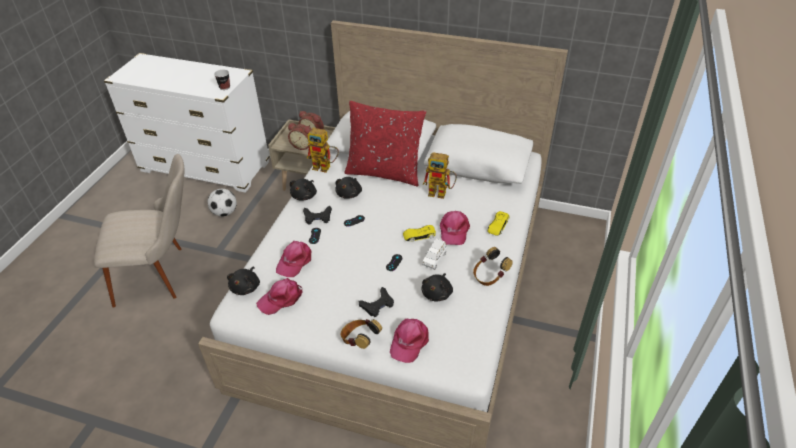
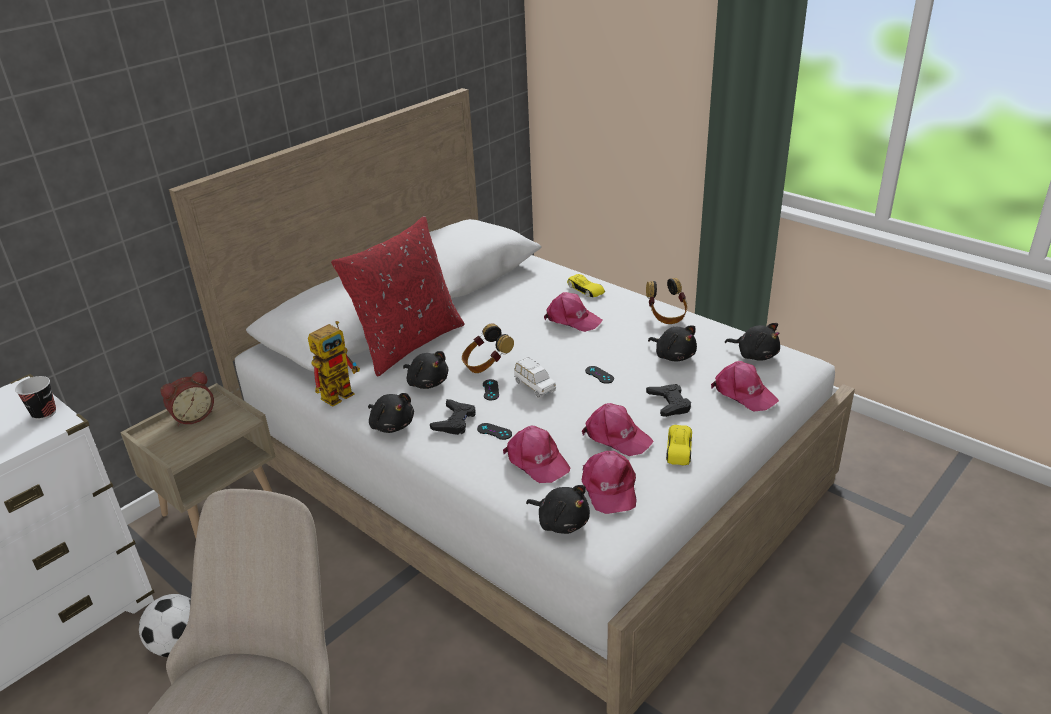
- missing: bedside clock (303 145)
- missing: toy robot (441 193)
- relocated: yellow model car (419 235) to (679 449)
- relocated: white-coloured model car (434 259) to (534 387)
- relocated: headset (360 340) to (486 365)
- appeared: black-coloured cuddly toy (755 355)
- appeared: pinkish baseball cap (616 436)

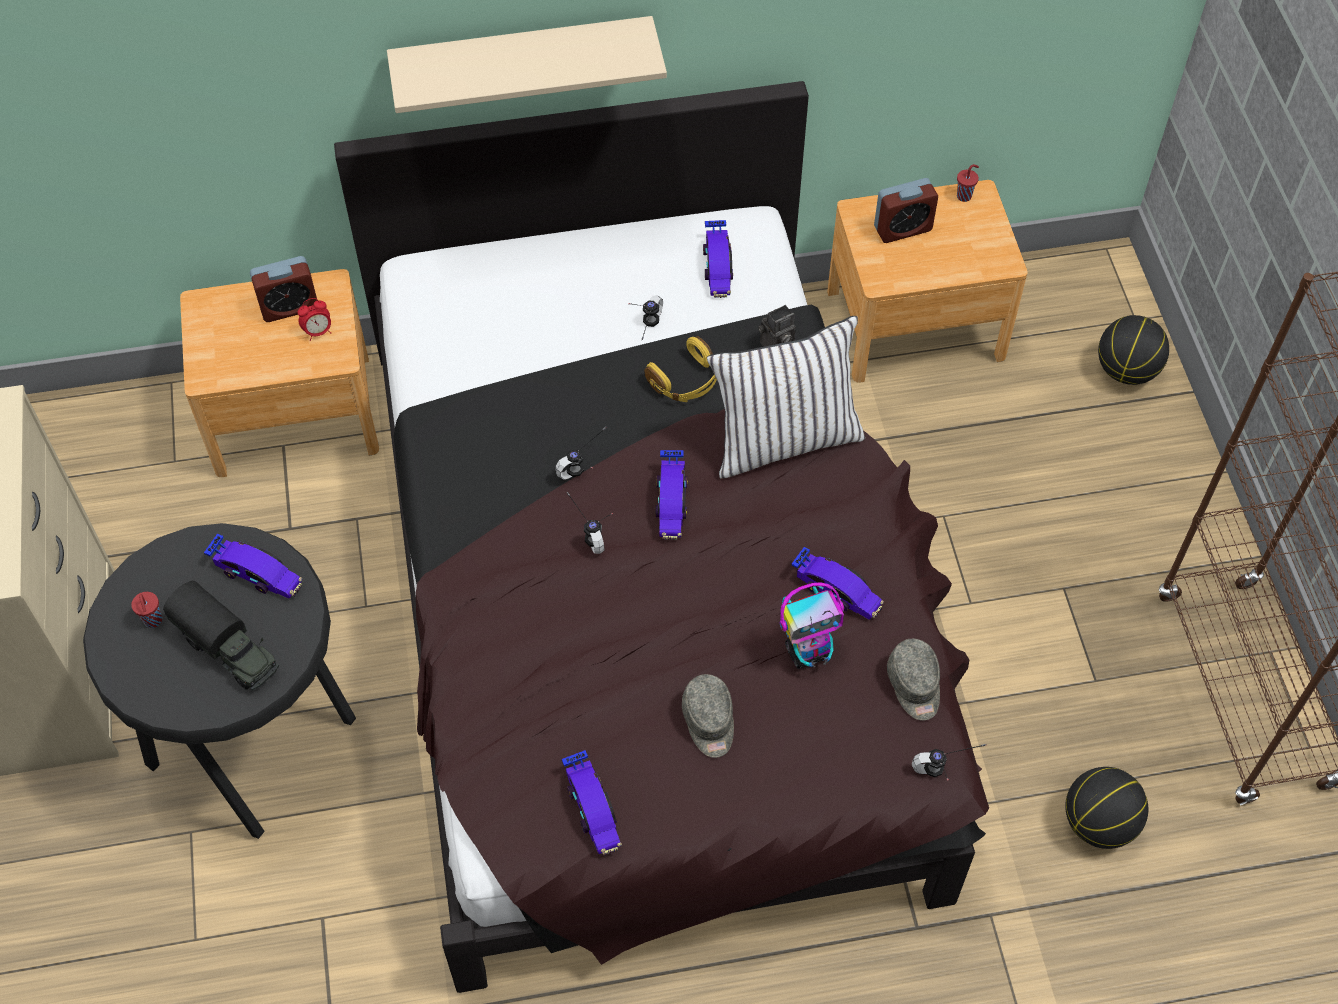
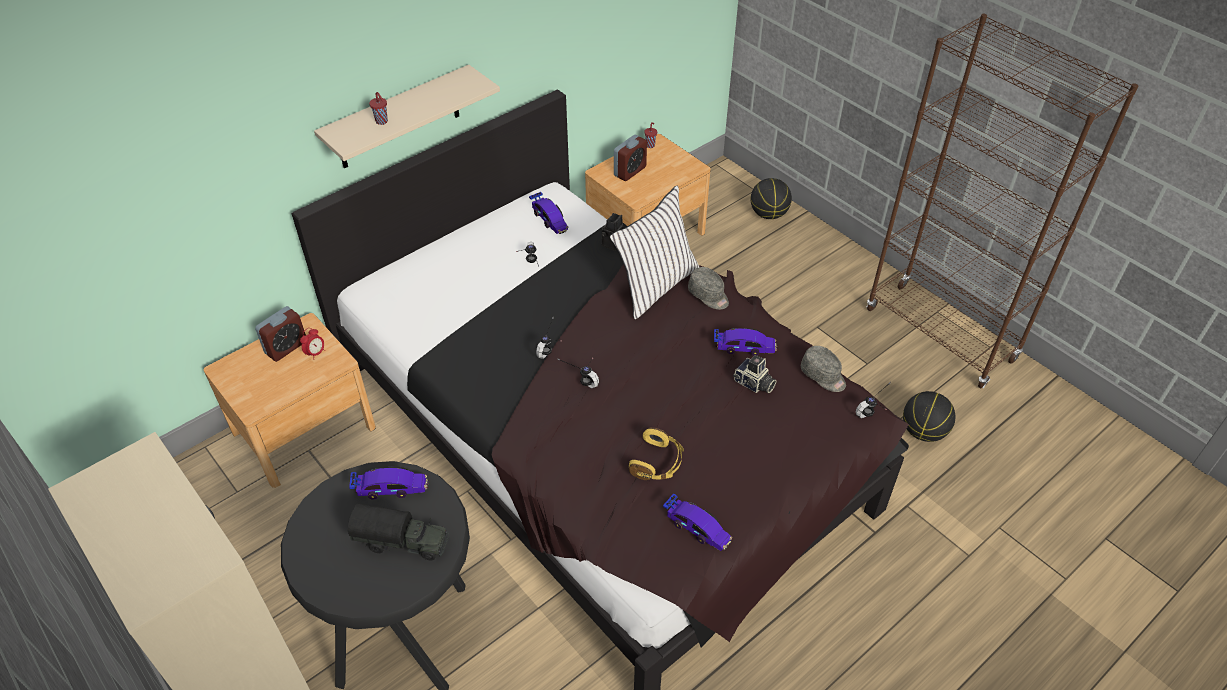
- relocated: yellow headset (686 381) to (657 463)
- missing: model car (671 502)
- exchanged: toy robot (809 651) to photo camera (754 384)
- relocated: red-coloured small cup (153 621) to (382 122)
- relocated: grey baseball cap (709 722) to (708 295)

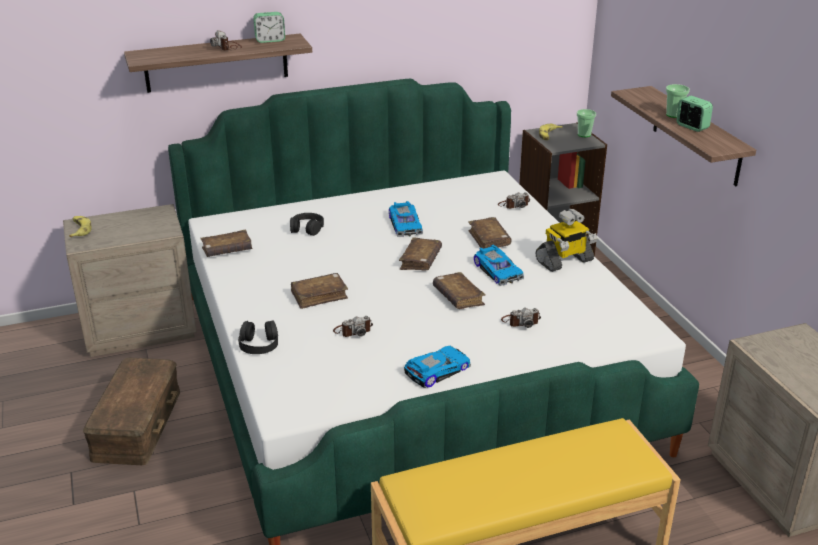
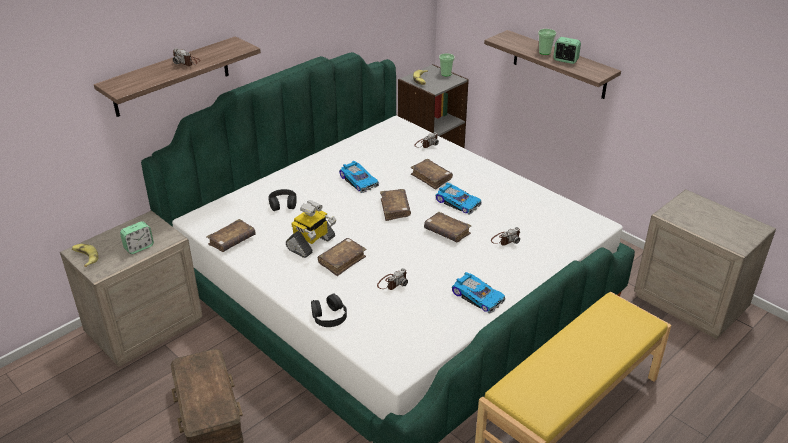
- relocated: bedside clock (270 40) to (139 247)
- relocated: toy robot (564 261) to (311 244)
- spun: model car (436 370) = (478 296) 105 degrees clockwise

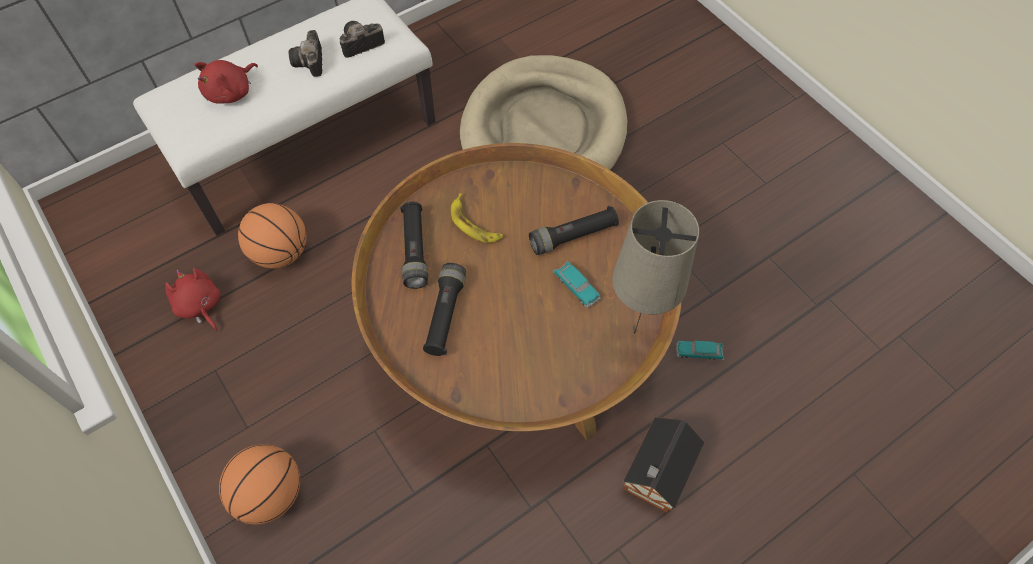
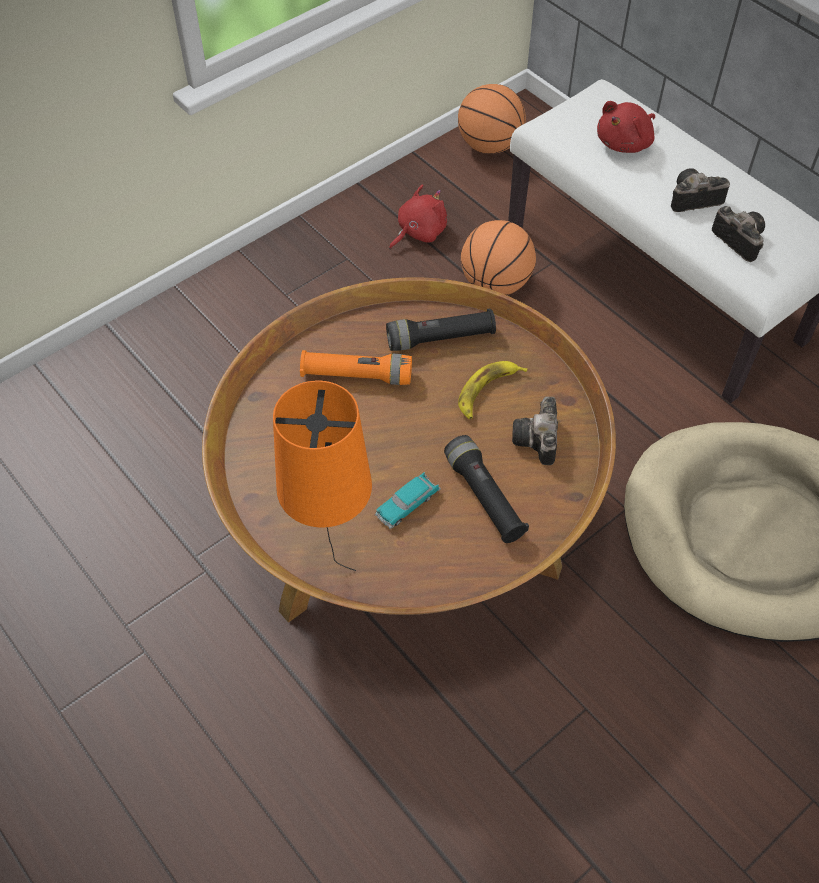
- spun: red-coloured cuddly toy (231 92) = (625 143) 75 degrees counterclockwise
- colour: beige-coloured lamp for a table (633 341) to orangey lamp for a table (333 569)
- colour: black-coloured torch (445 315) to orangey torch (356 376)
- missing: model car (699 352)
- missing: model house (657 473)
- relocated: ball for basketball (270 494) to (489 146)
- appeared: photo camera (537 441)

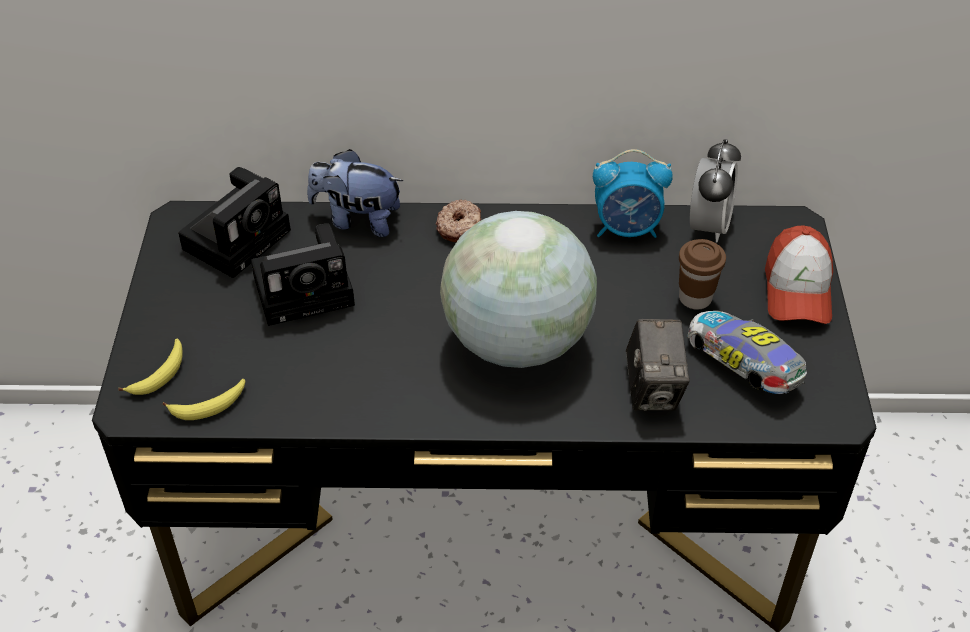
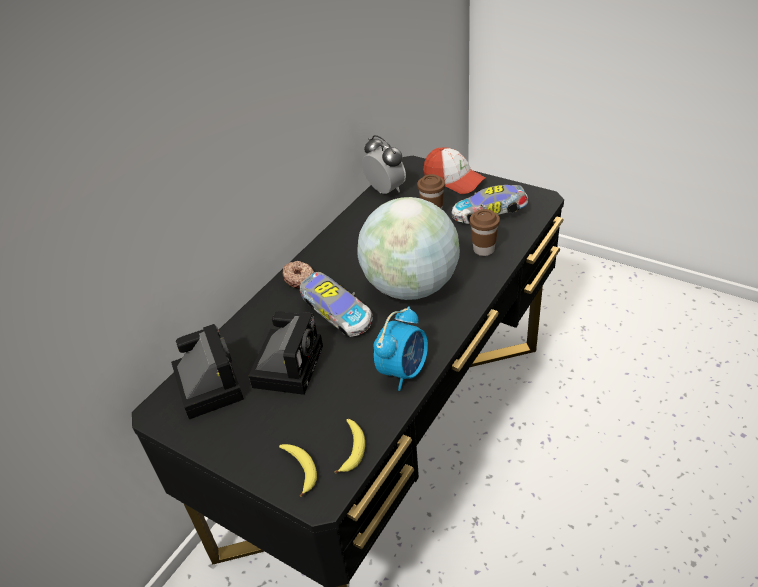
- missing: cuddly toy (357 220)
- relocated: bedside clock (627 229) to (403 371)
- exchanged: photo camera (653 389) to brownish small cup (483 250)
- appeared: model car (336 313)

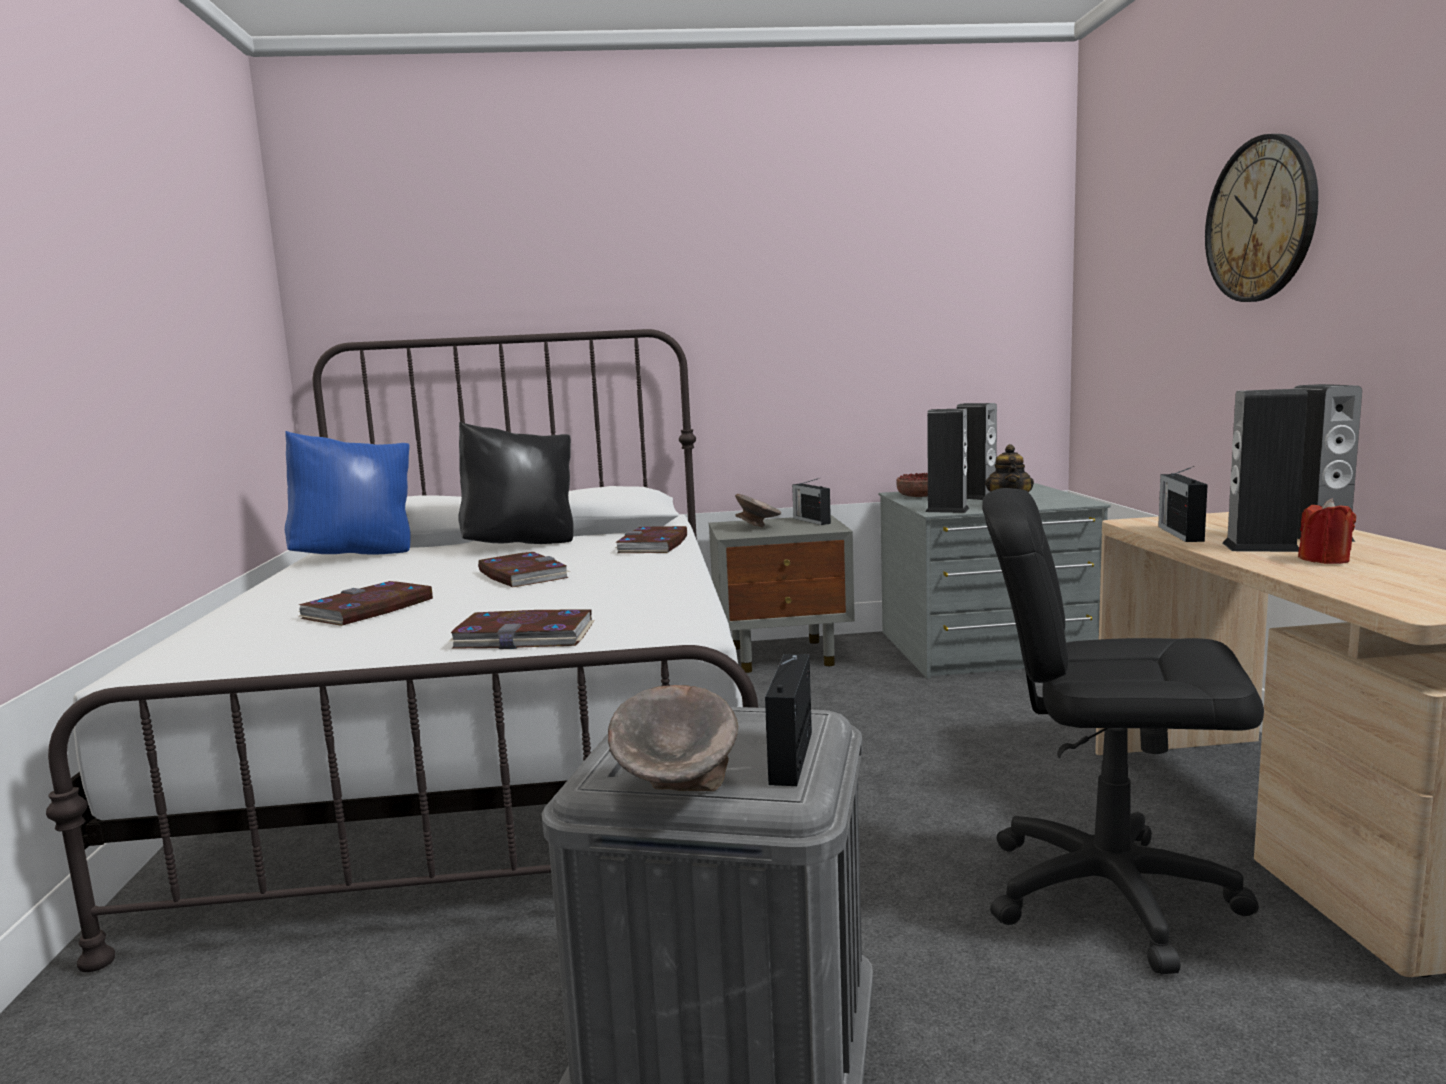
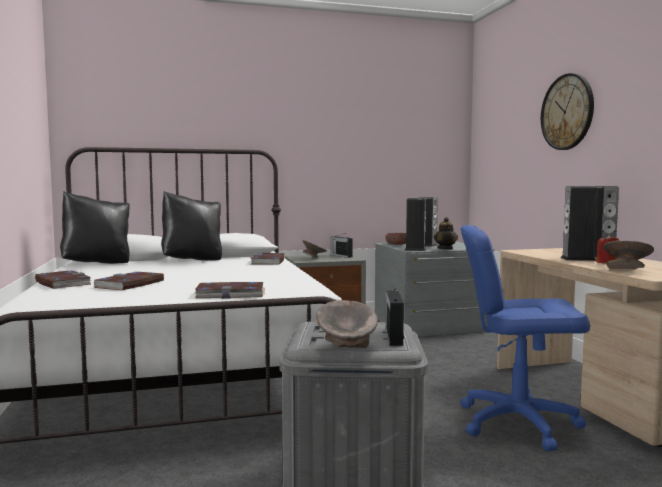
- colour: bluish throw pillow (357 556) to black-coloured throw pillow (98 264)
- missing: radio receiver (1180 533)
- colour: black-coloured desk chair (1108 893) to bluish desk chair (517 422)
- relocated: book (522 575) to (62 283)
- appeared: grey bowl (626 270)

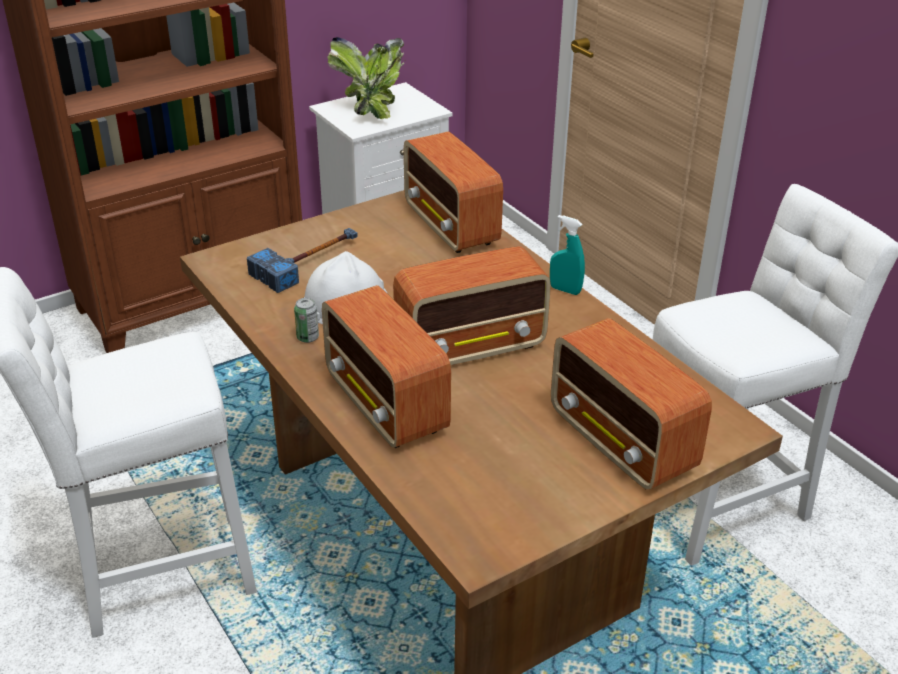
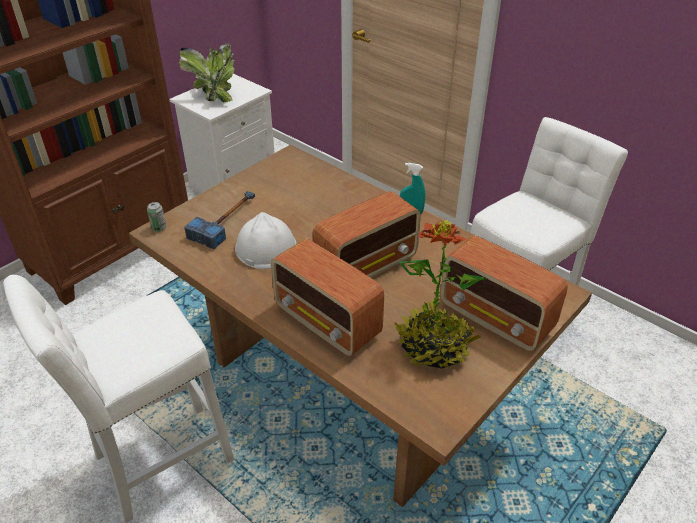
- missing: radio receiver (451 226)
- relocated: sealed can (307 337) to (159 228)
- appeared: houseplant (434 346)

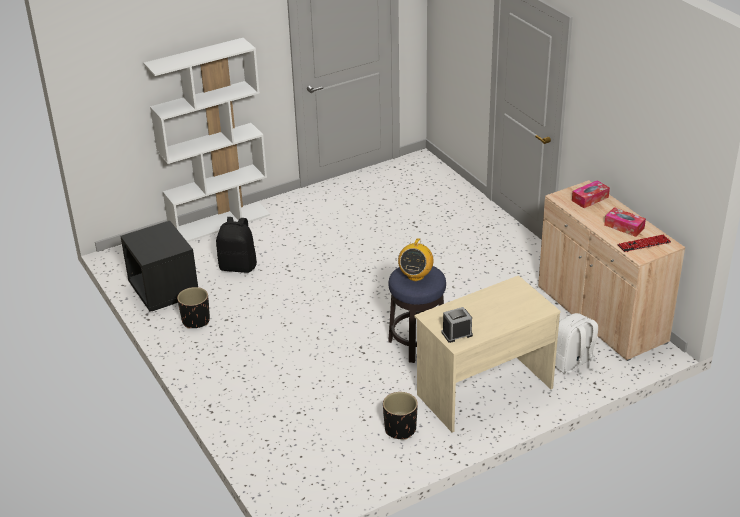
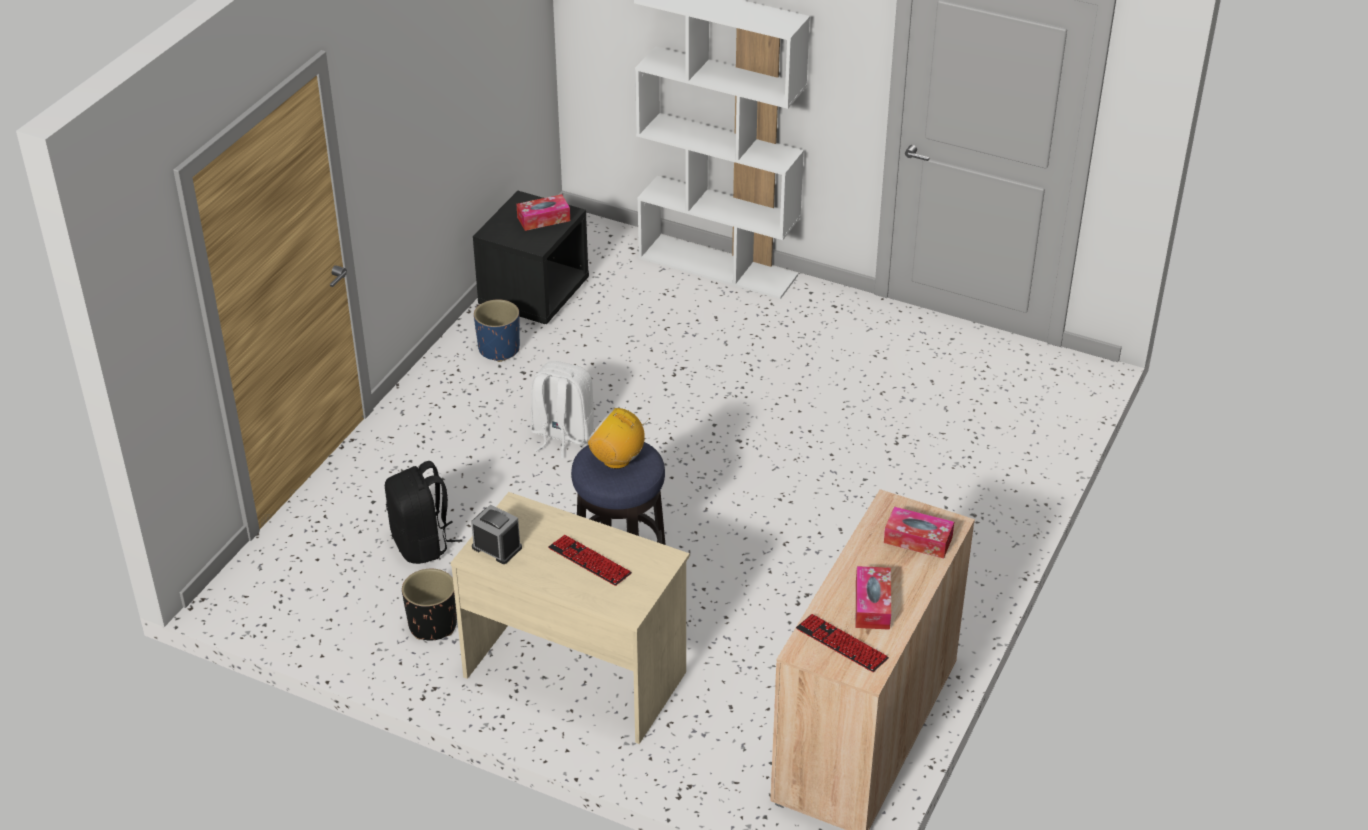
- relocated: black-coloured backpack (238 266) to (422 544)
- spun: radio receiver (415 276) = (617 460) 45 degrees clockwise
- colour: black-coloured flower pot (196 320) to bluish flower pot (499 349)
- relocated: white-coloured backpack (573 365) to (561 435)
- appeared: tissue holder (543 219)
- appeared: keyboard (589 561)

